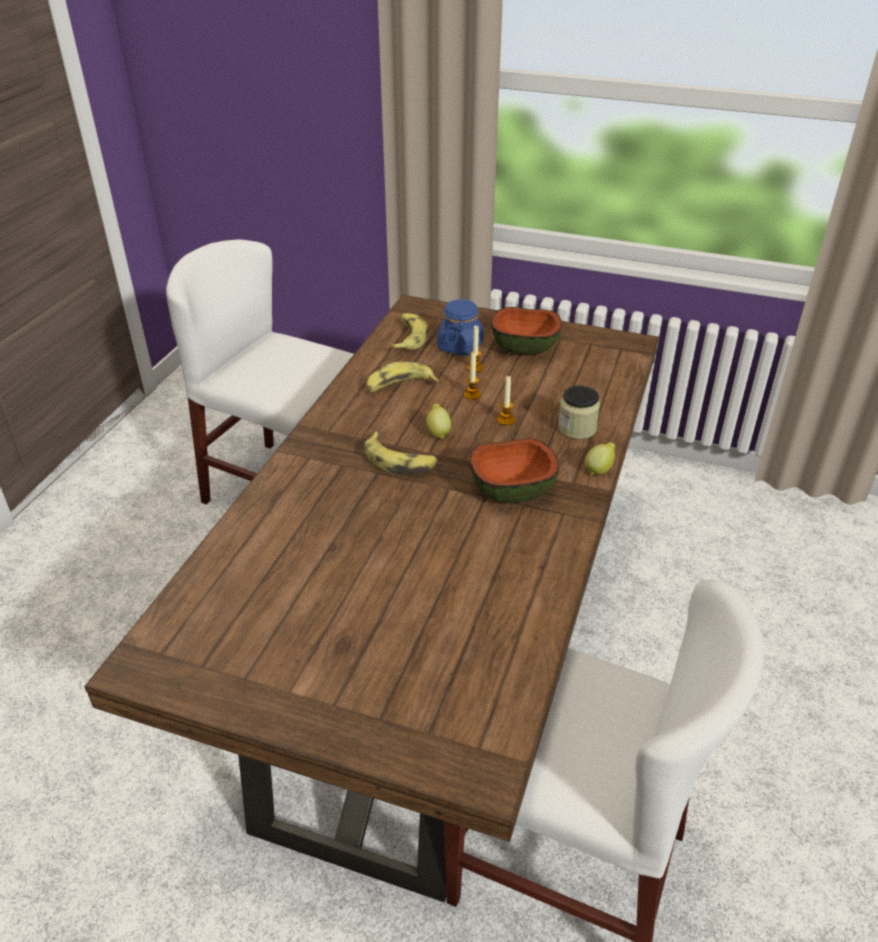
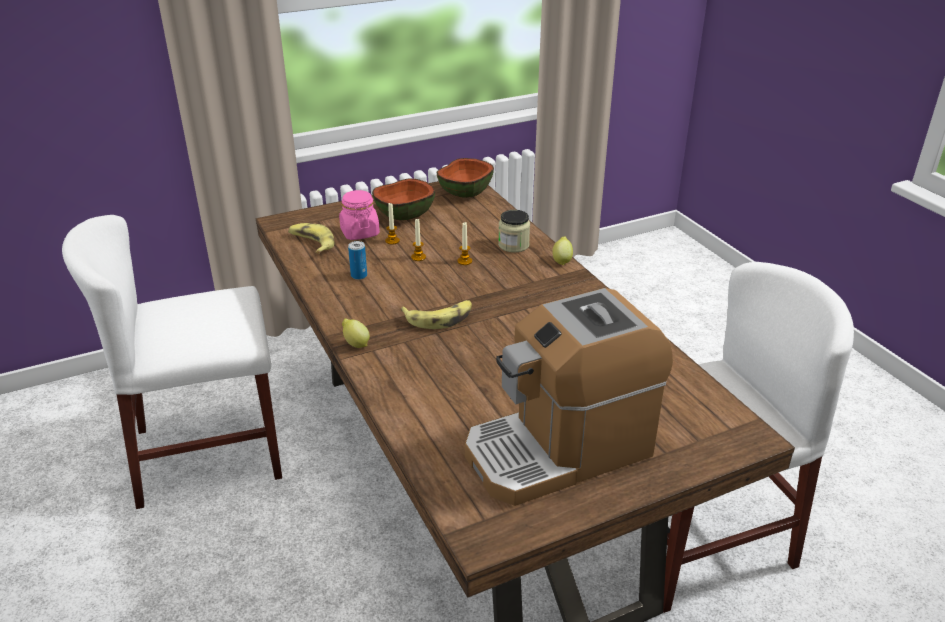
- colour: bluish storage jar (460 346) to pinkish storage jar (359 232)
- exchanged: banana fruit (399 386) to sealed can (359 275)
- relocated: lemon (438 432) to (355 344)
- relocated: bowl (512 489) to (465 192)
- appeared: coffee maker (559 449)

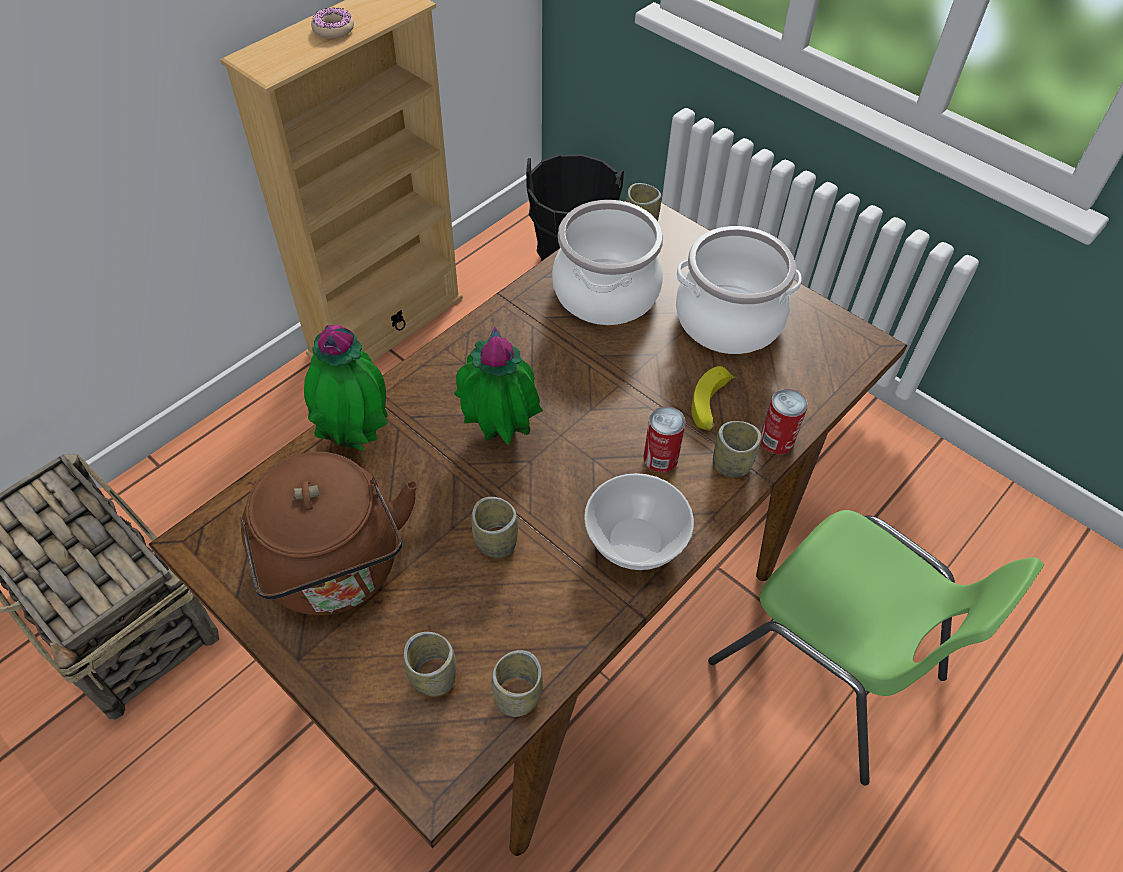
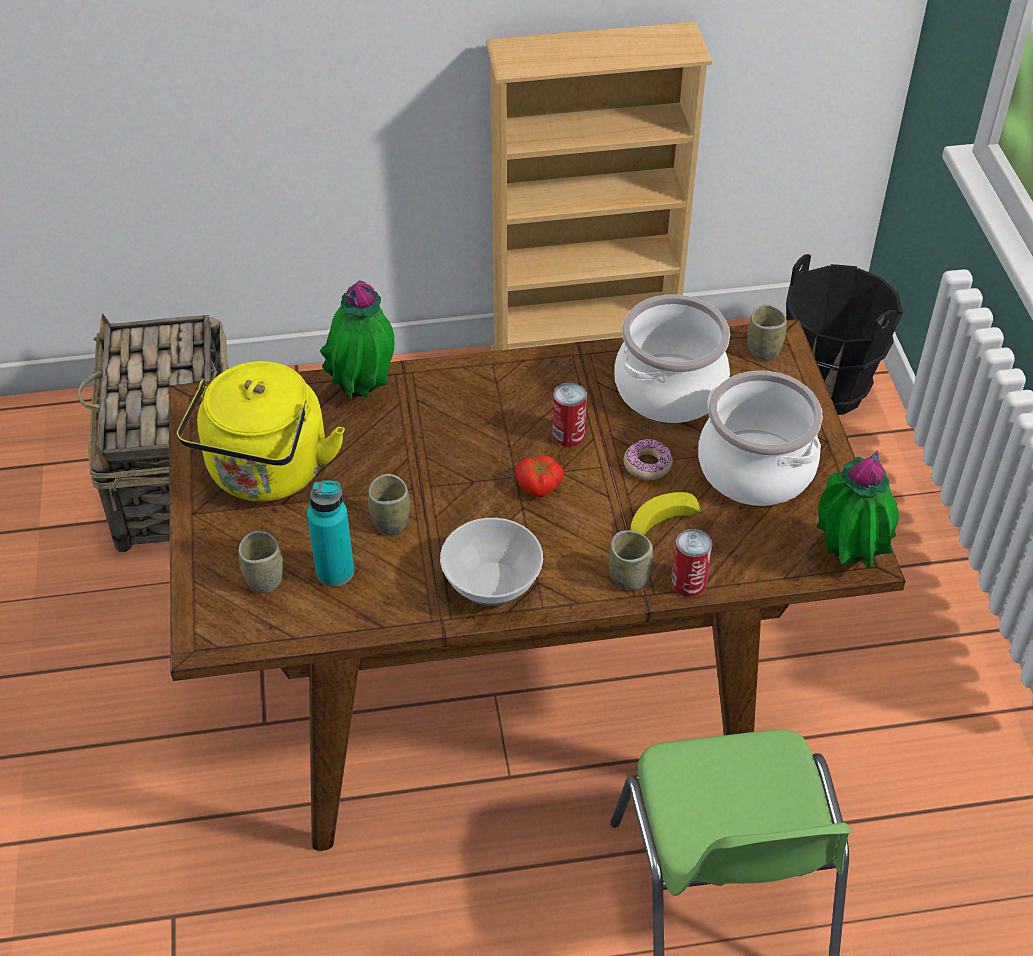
- relocated: ring doughnut (333 29) to (647 465)
- relocated: houseplant (499 435) to (846 558)
- relocated: sealed can (660 458) to (568 435)
- colour: brownish kettle (337 571) to yellow kettle (266 474)
- missing: small cup (518 696)
- appeared: fresh tomato (539 487)
- appeared: blue-green drink bottle (335 572)

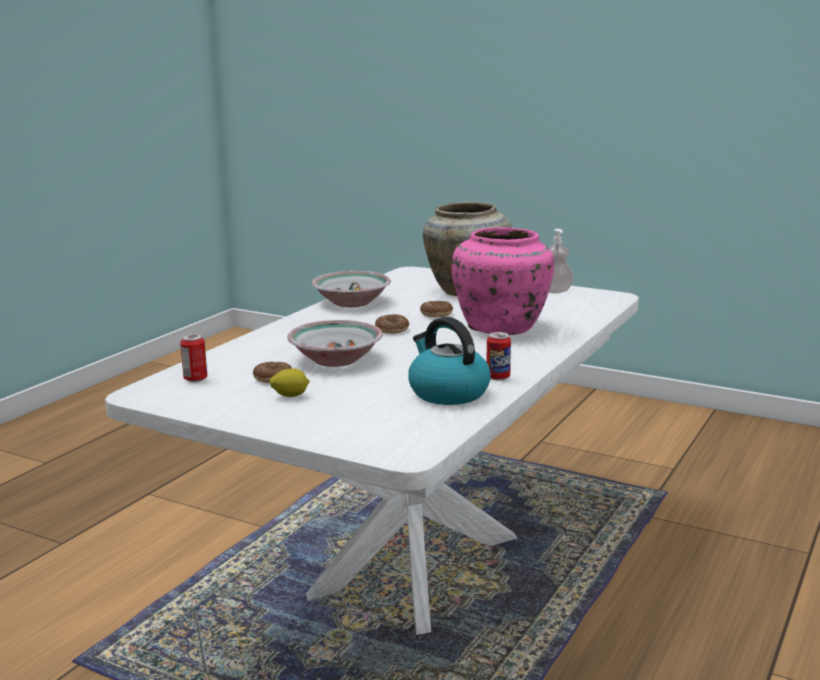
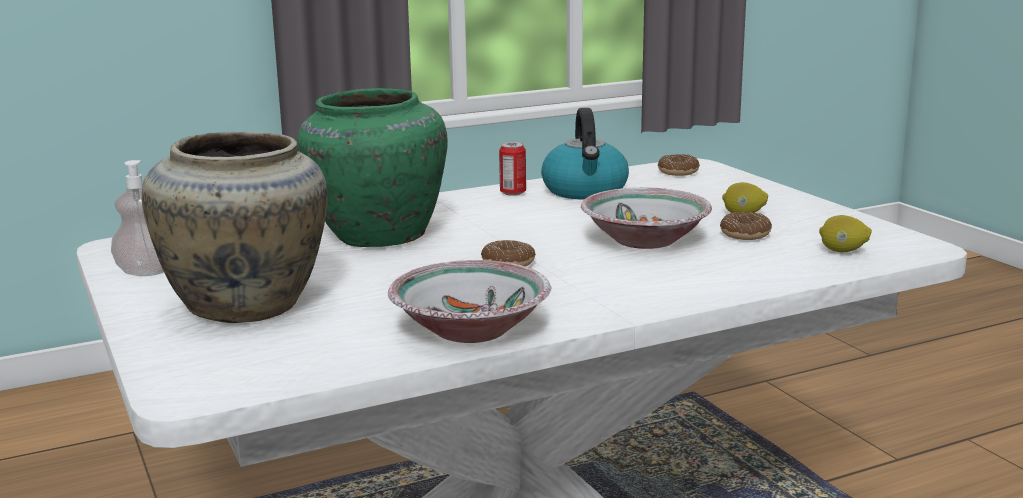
- colour: pinkish flower vase (502 328) to greenish flower vase (375 236)
- relocated: ring doughnut (436 314) to (678 172)
- exchanged: sealed can (195 379) to lemon (842 251)

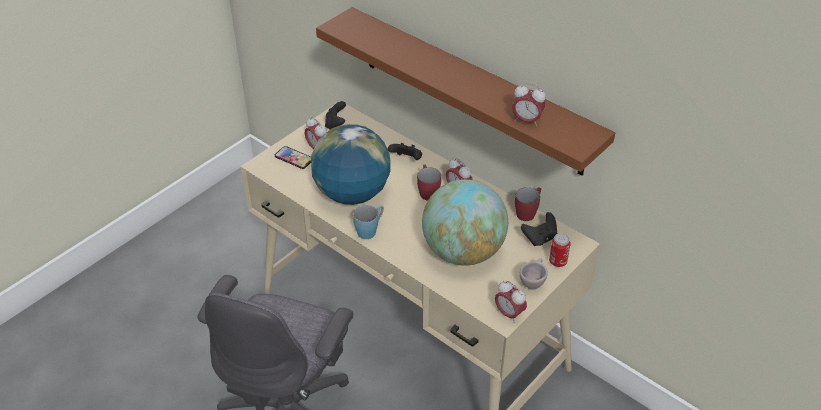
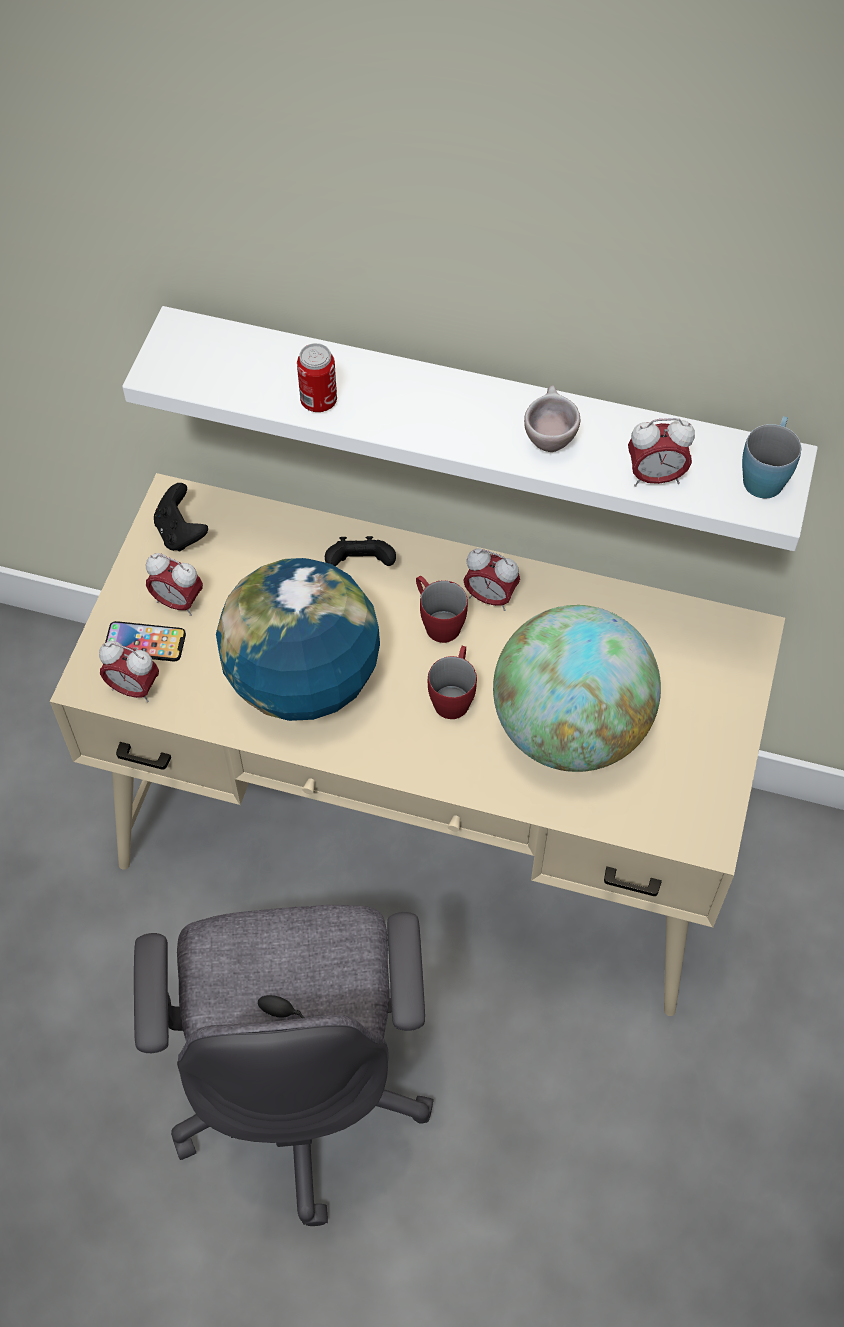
- colour: brownish shelf (470 90) to white-coloured shelf (478 417)
- relocated: red-coloured mug (528 212) to (453 695)
- relocated: bluish mug (370 230) to (765 474)
- missing: black-coloured game controller (540 238)
- relocated: sealed can (558 262) to (318 401)
- relocated: beige-coloured small cup (532 282) to (548 437)
- relocated: bedside clock (509 314) to (134 688)

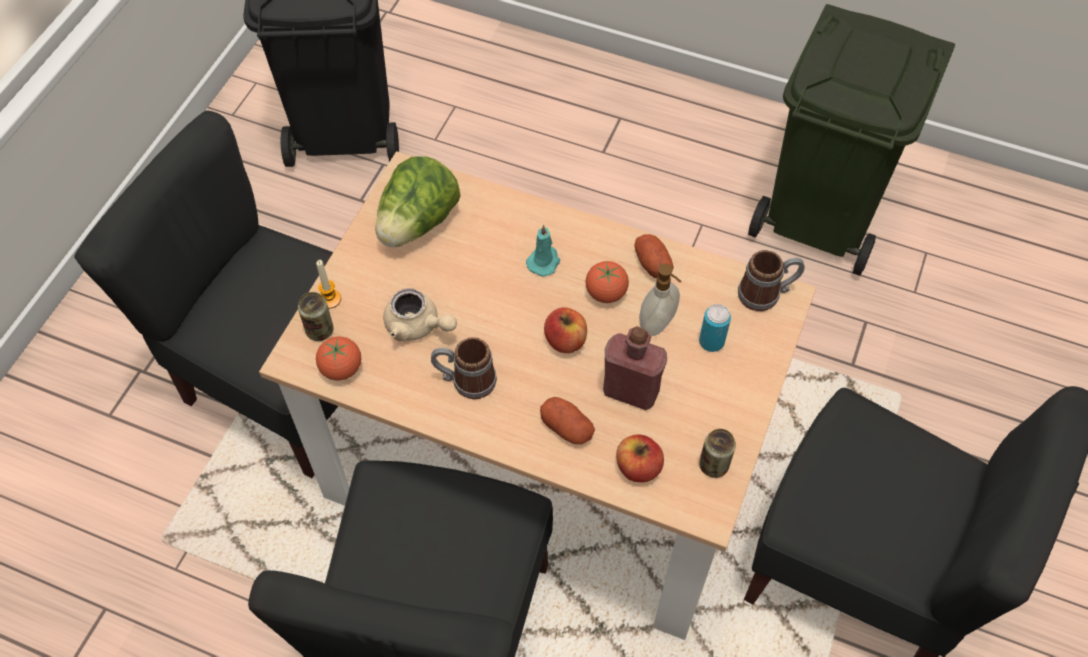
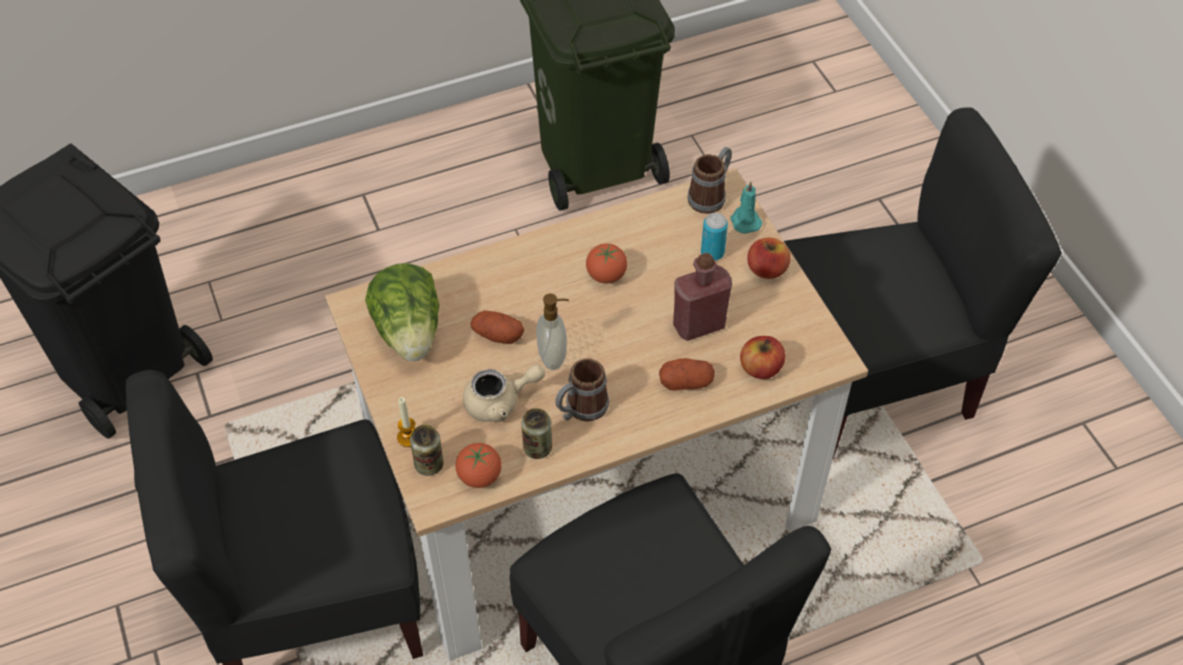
- relocated: blue-green wax candle (544 261) to (744 221)
- relocated: spud (652 263) to (497 335)
- relocated: soap dispenser (658 324) to (553 357)
- relocated: apple fruit (565 340) to (767 269)
- relocated: sealed can (713 465) to (537 448)

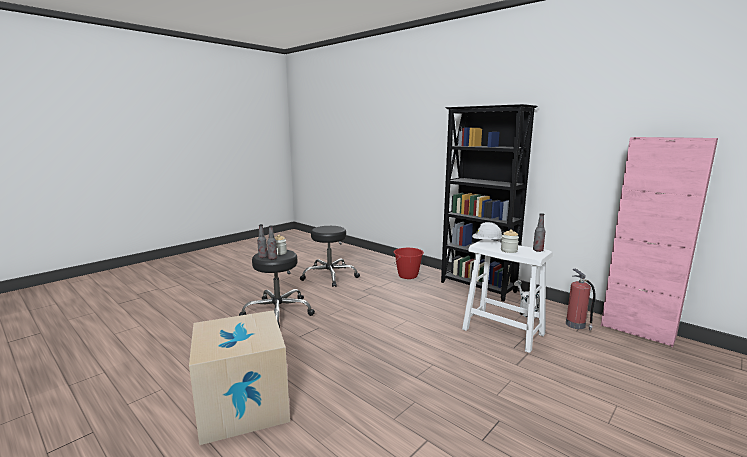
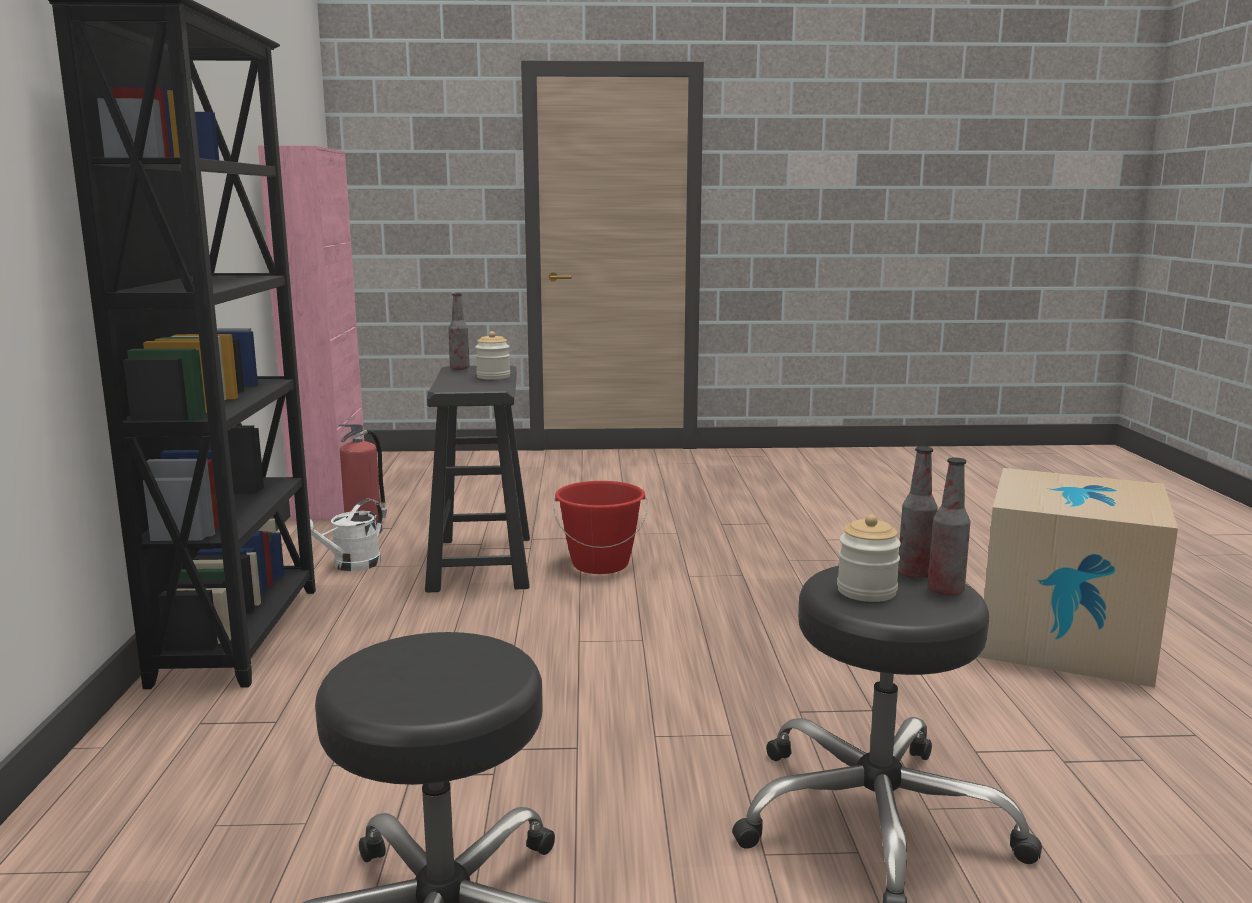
- missing: white-coloured hard hat (487 242)
- colour: white-coloured stool (503 332) to black-coloured stool (481 563)
- relocated: red-coloured water bucket (408 276) to (600 564)

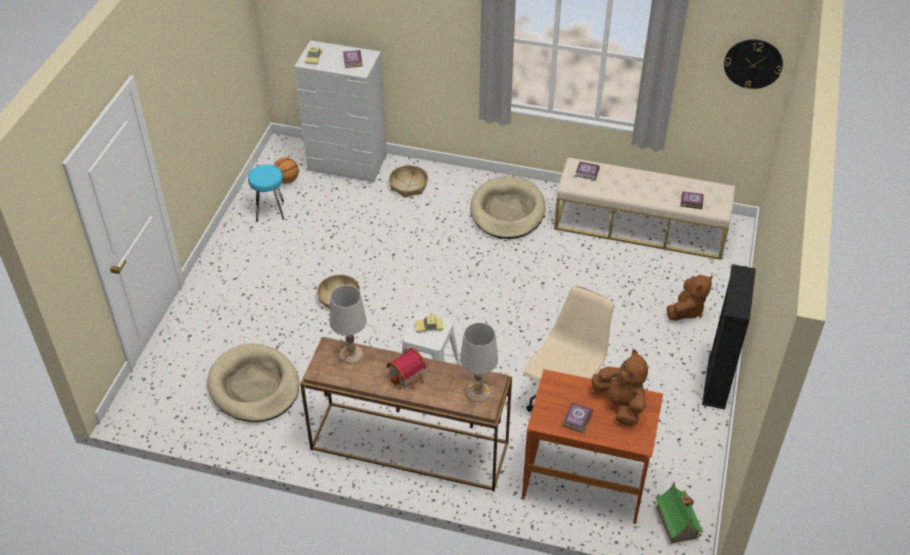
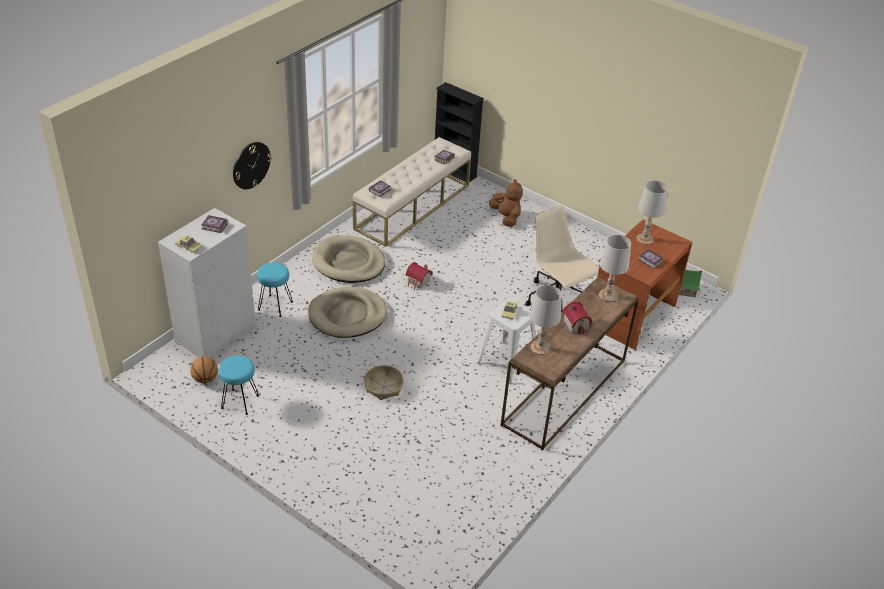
- relocated: hanging clock (753 63) to (251 165)
- exchanged: household basket (409 185) to blue-green stool (275 305)
- relocated: black-coloured bookshelf (717 381) to (454 171)
- relocated: beige-coloured pet bed (254 386) to (347 315)
- exchanged: brownish cuddly toy (620 404) to white-coloured lamp for a table (645 239)
- appeared: model house (418 282)

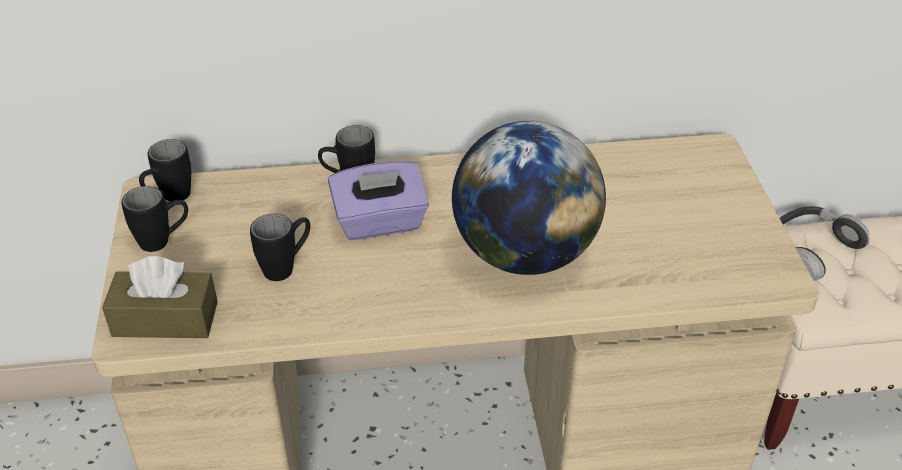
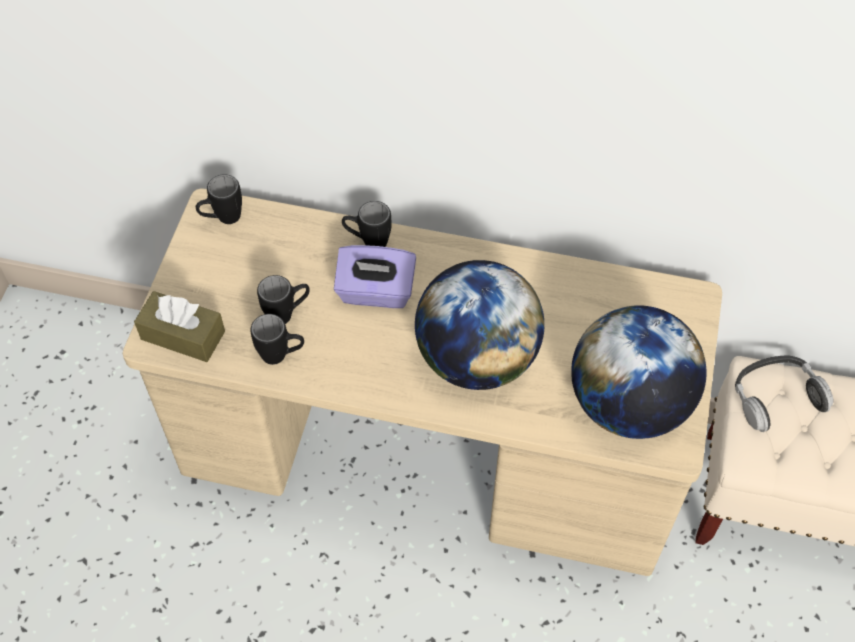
- relocated: black-coloured mug (164 241) to (281 355)
- appeared: world globe (628 404)

